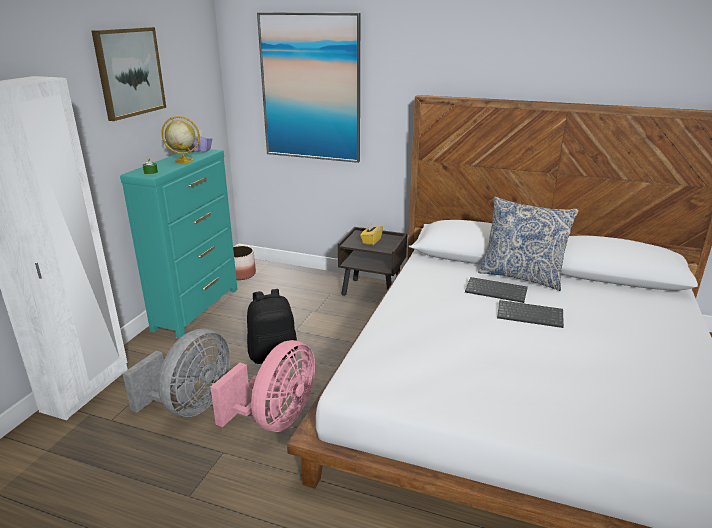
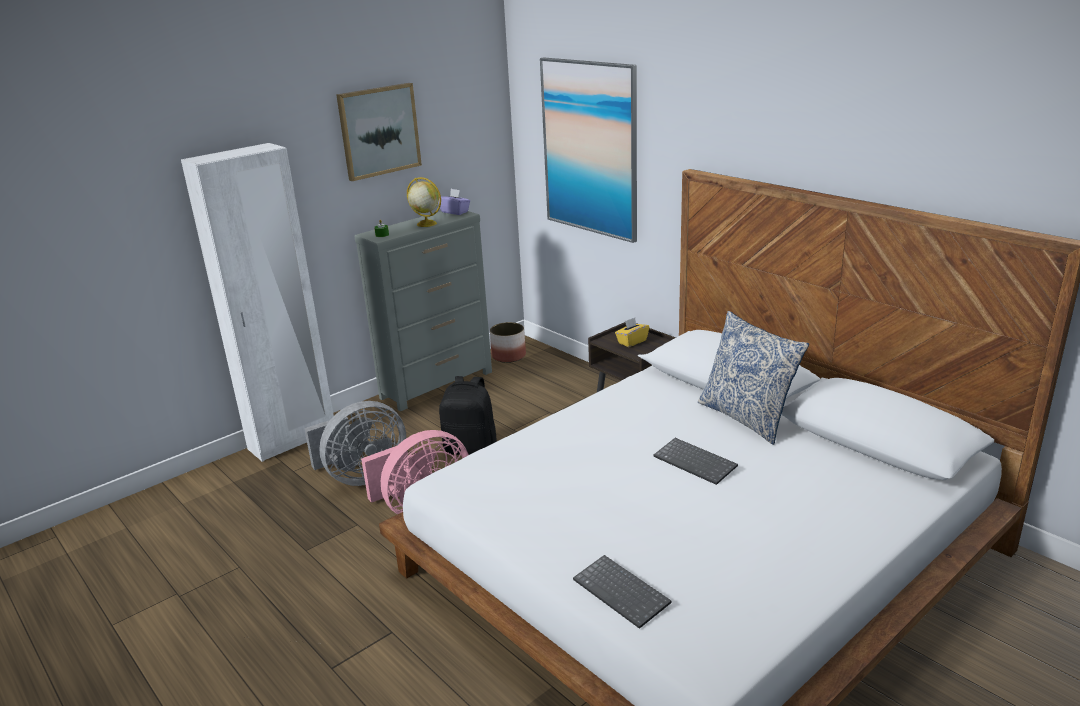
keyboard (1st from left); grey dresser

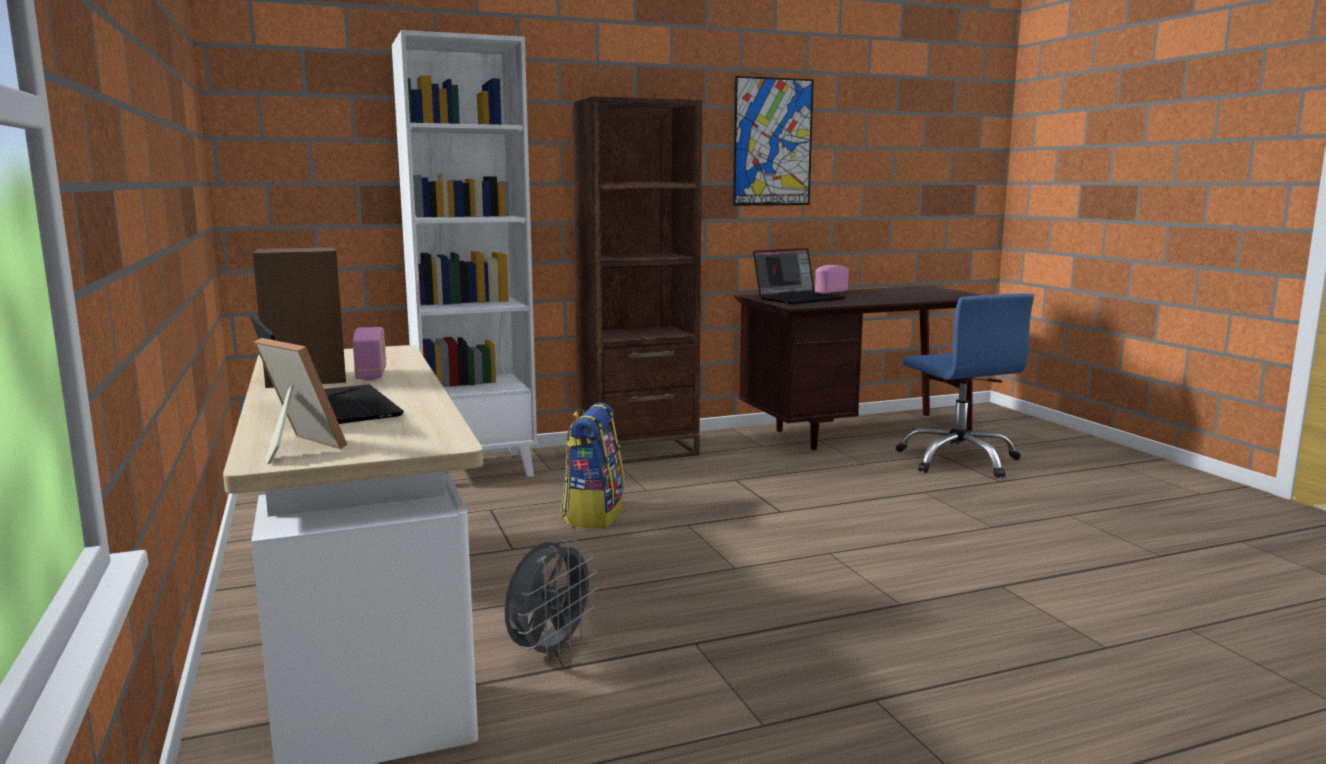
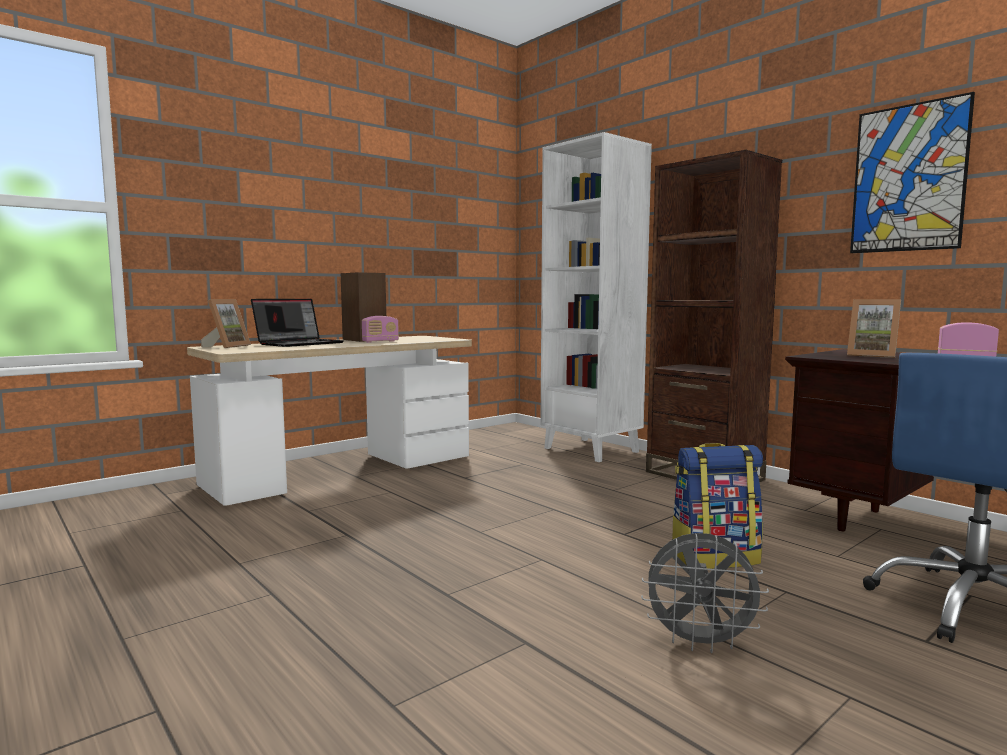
grey fan; backpack; picture frame (2nd from left)

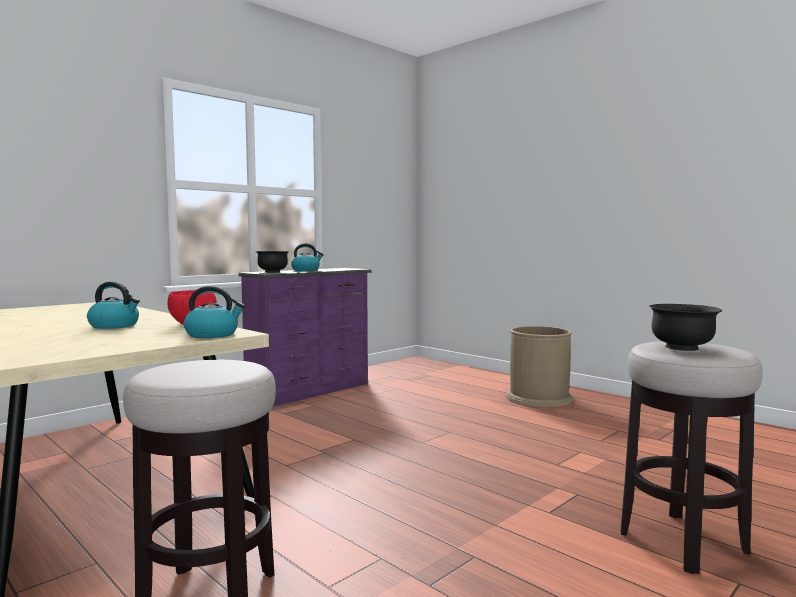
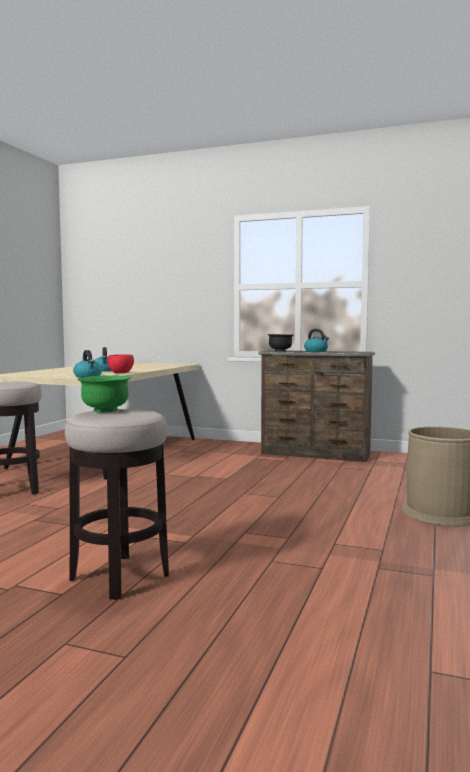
brown dresser; green bowl

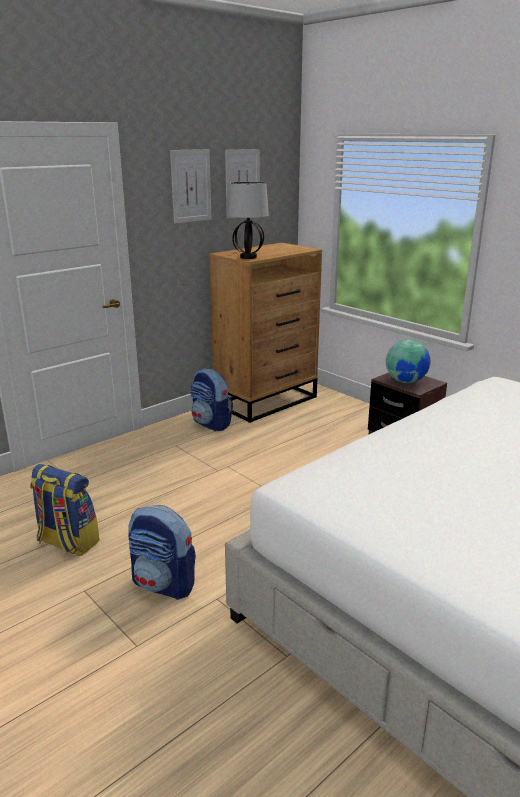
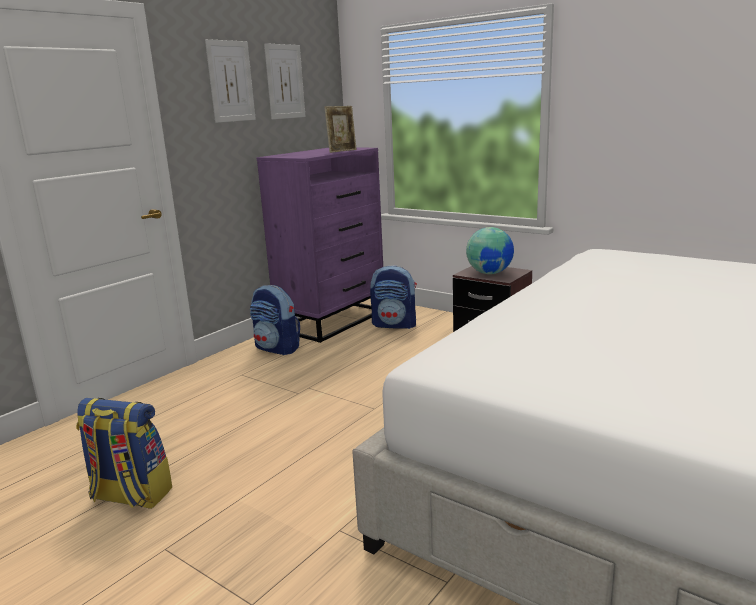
table lamp; picture frame; backpack (3rd from left); purple dresser

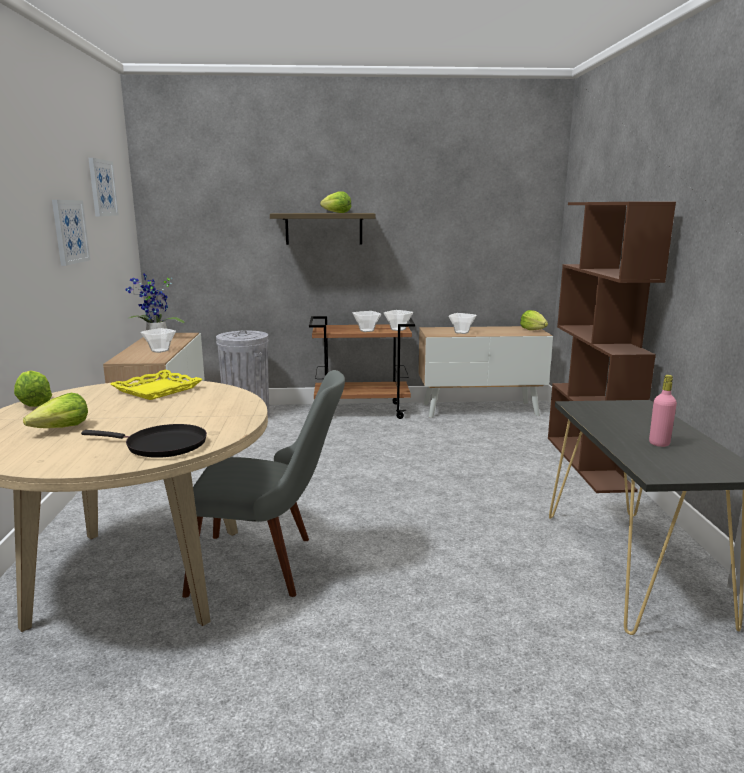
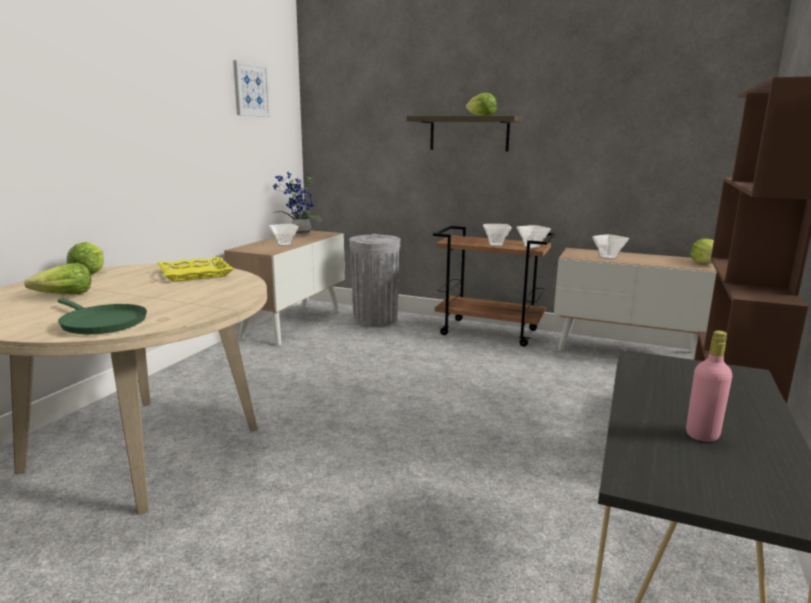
picture (1st from left in the first image); grey chair; green frying pan

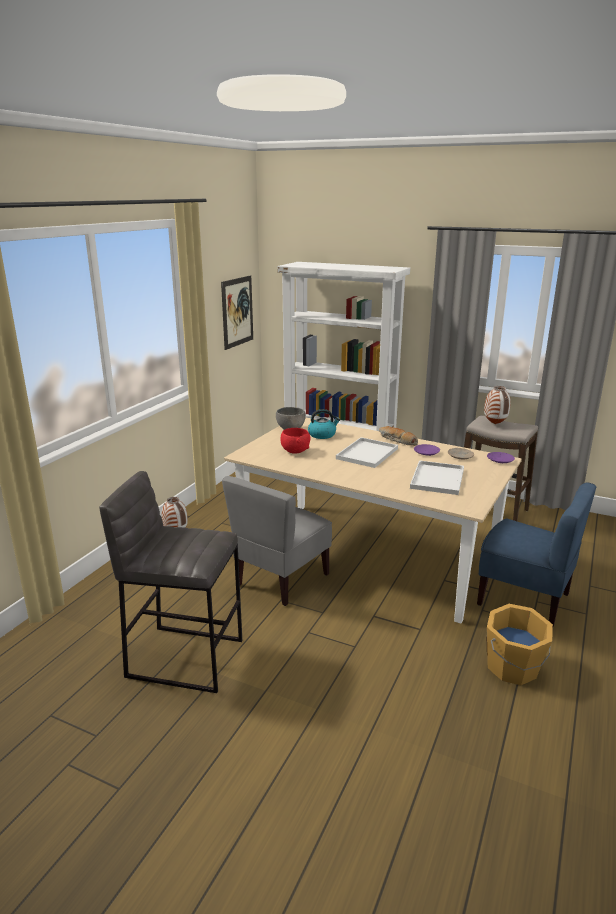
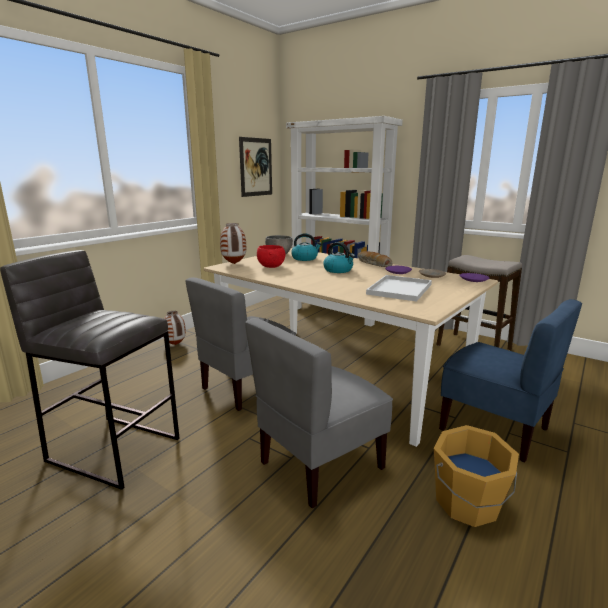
grey chair (2nd from left); vase (2nd from left); kettle (2nd from left)

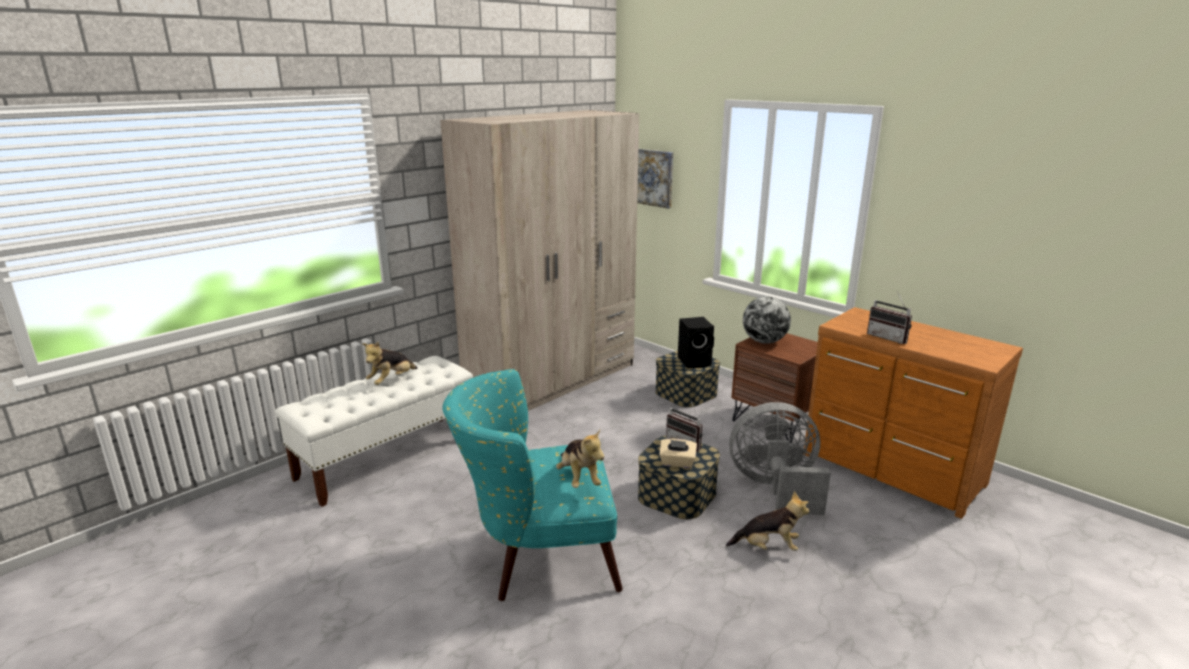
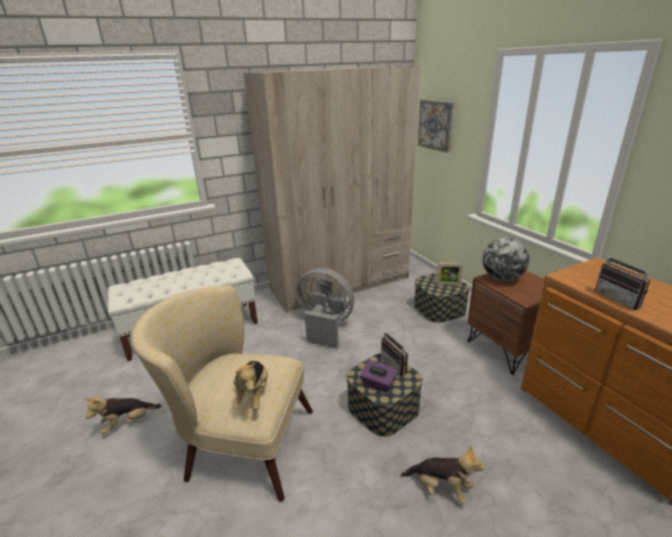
plush toy (1st from left); grey fan; picture frame; beige armchair; purple tissue box

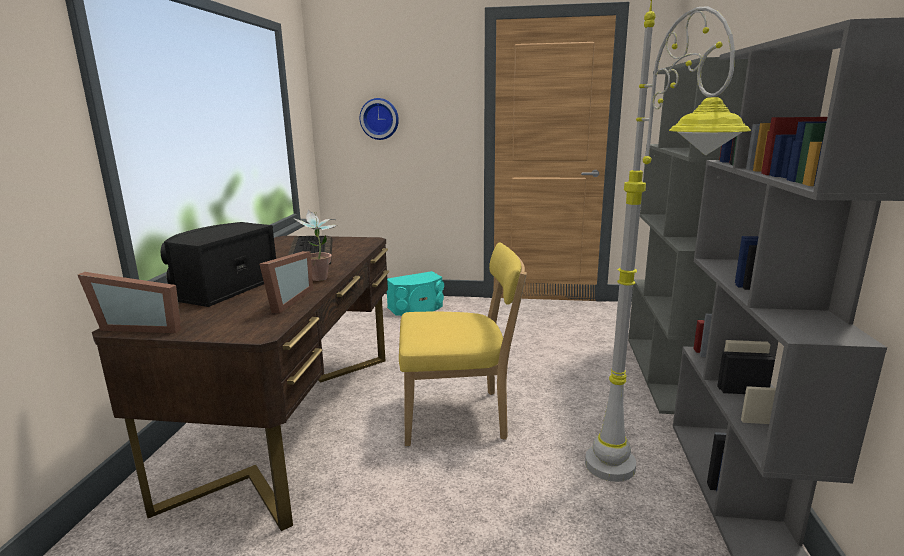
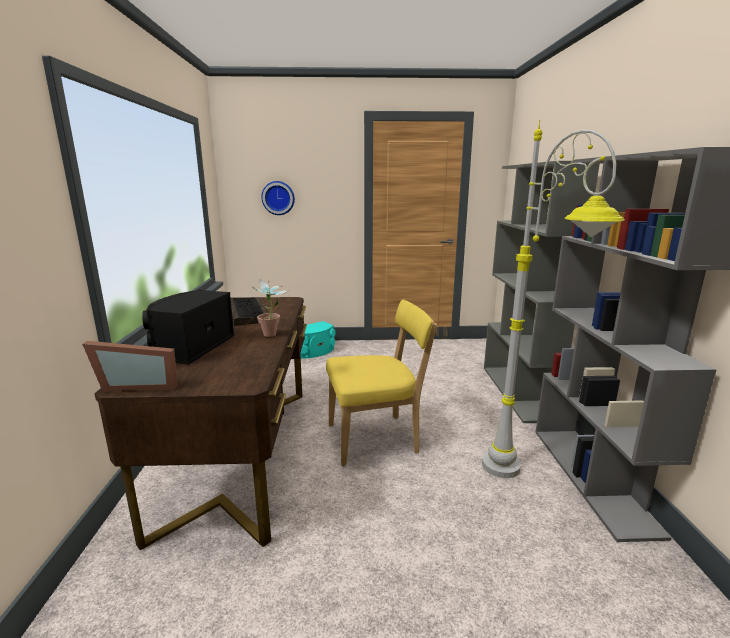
picture frame (2nd from left in the first image)

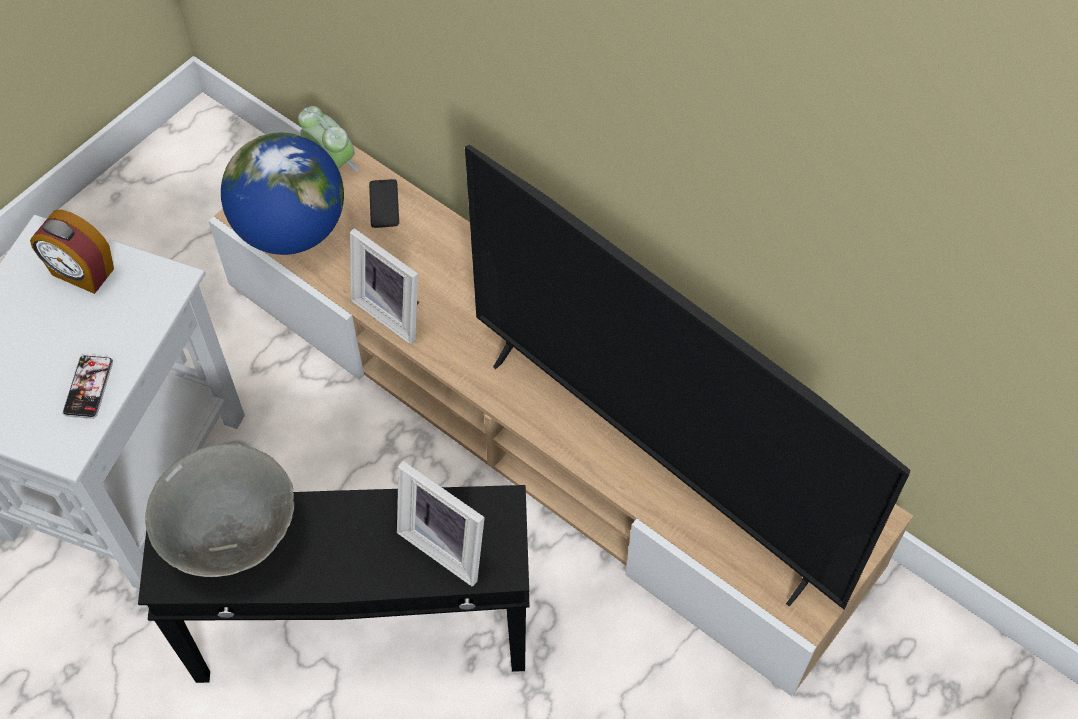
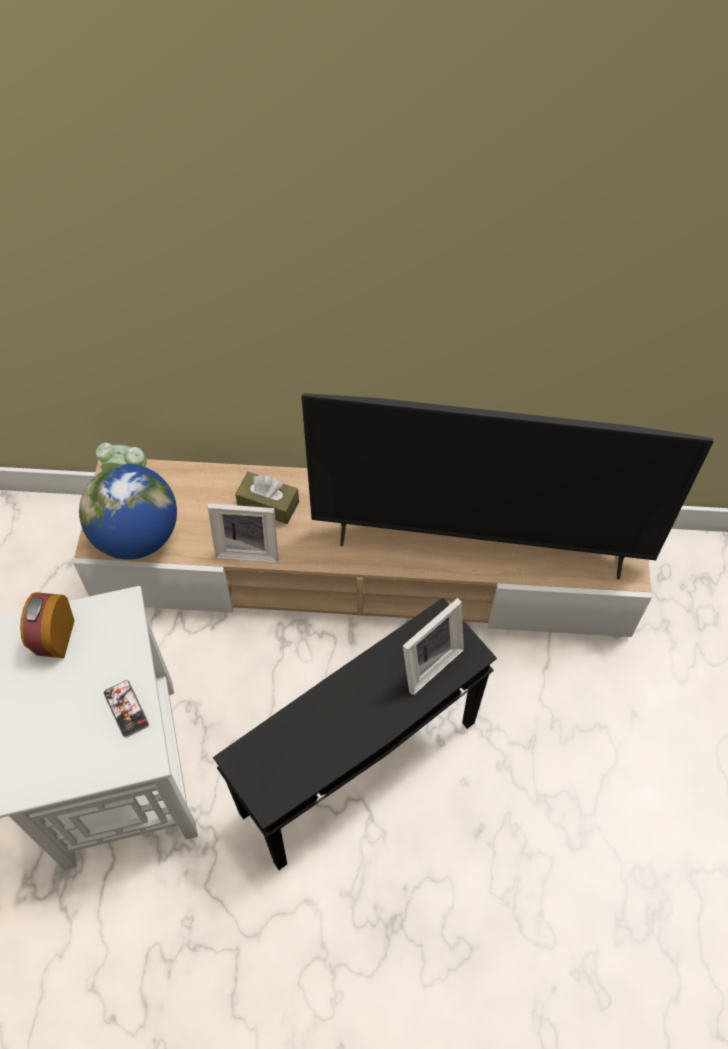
grey bowl; phone (2nd from left in the first image); brown tissue box; alarm clock (1st from left); picture frame (2nd from left)

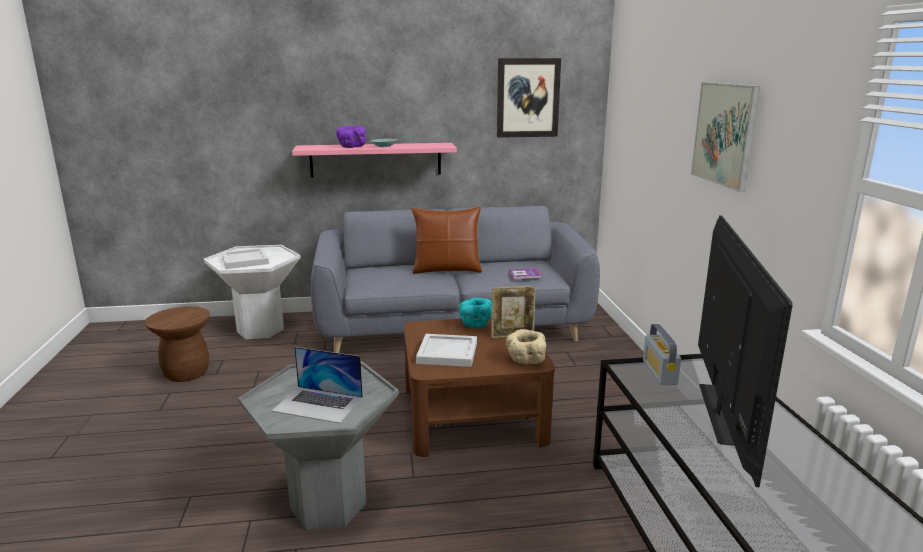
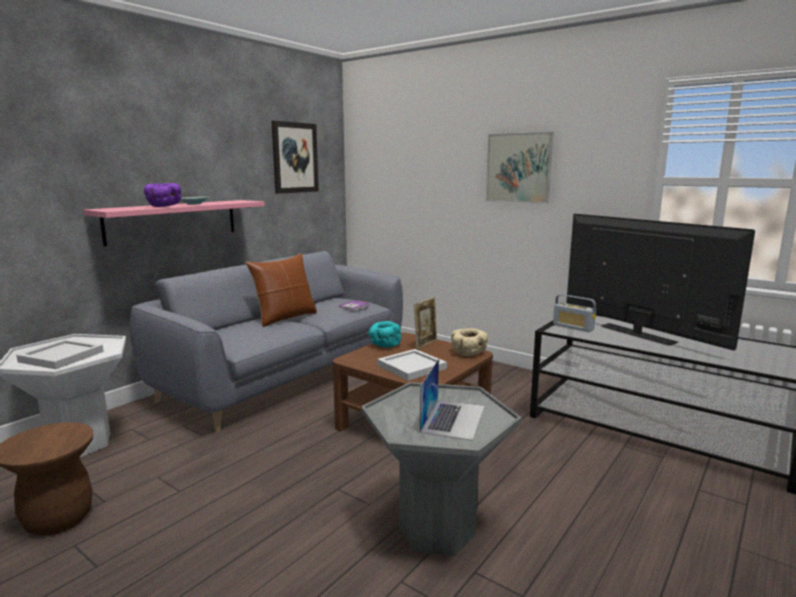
laptop

